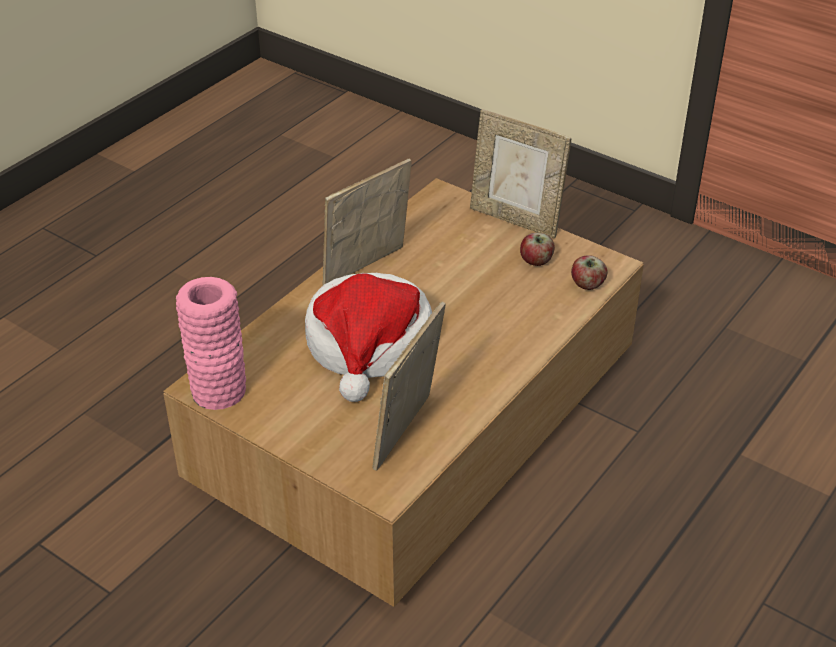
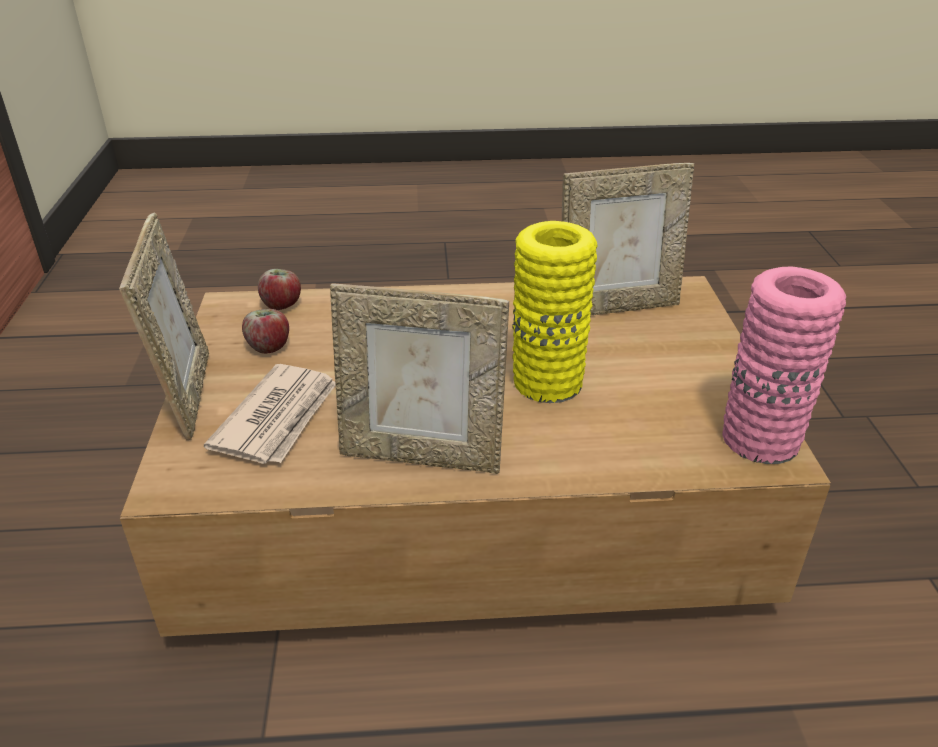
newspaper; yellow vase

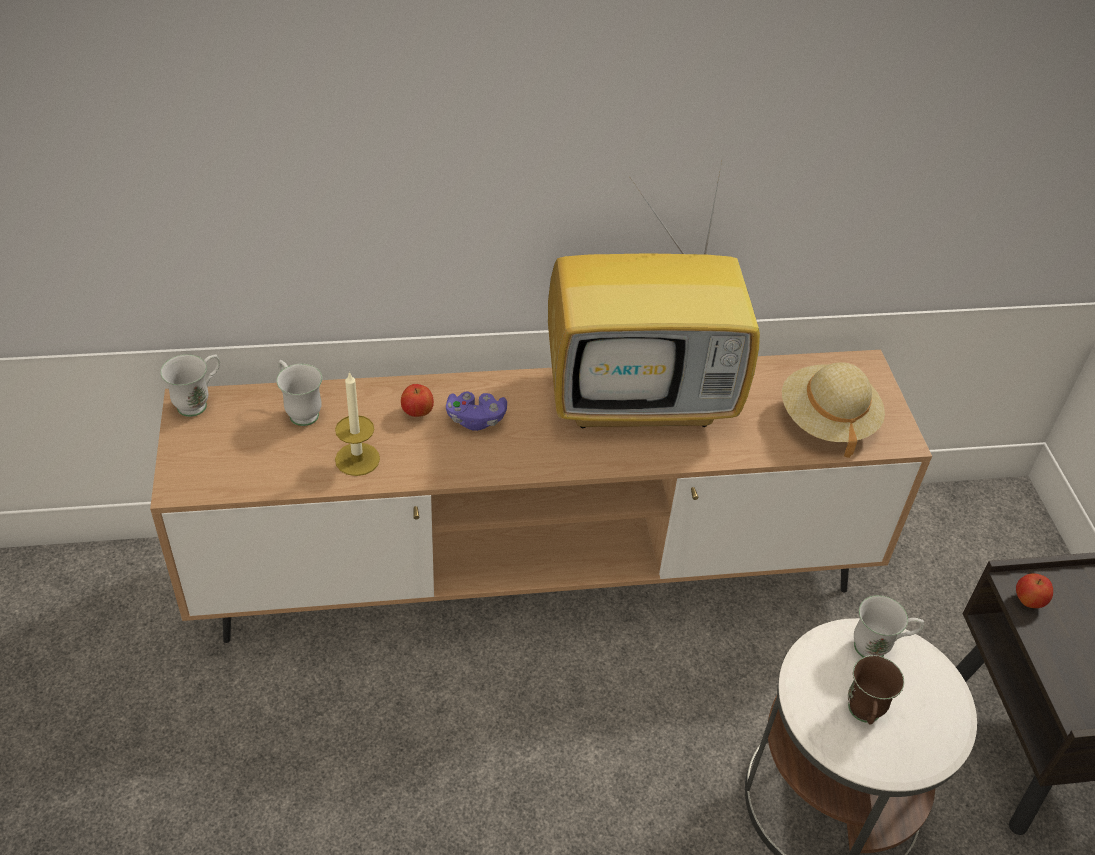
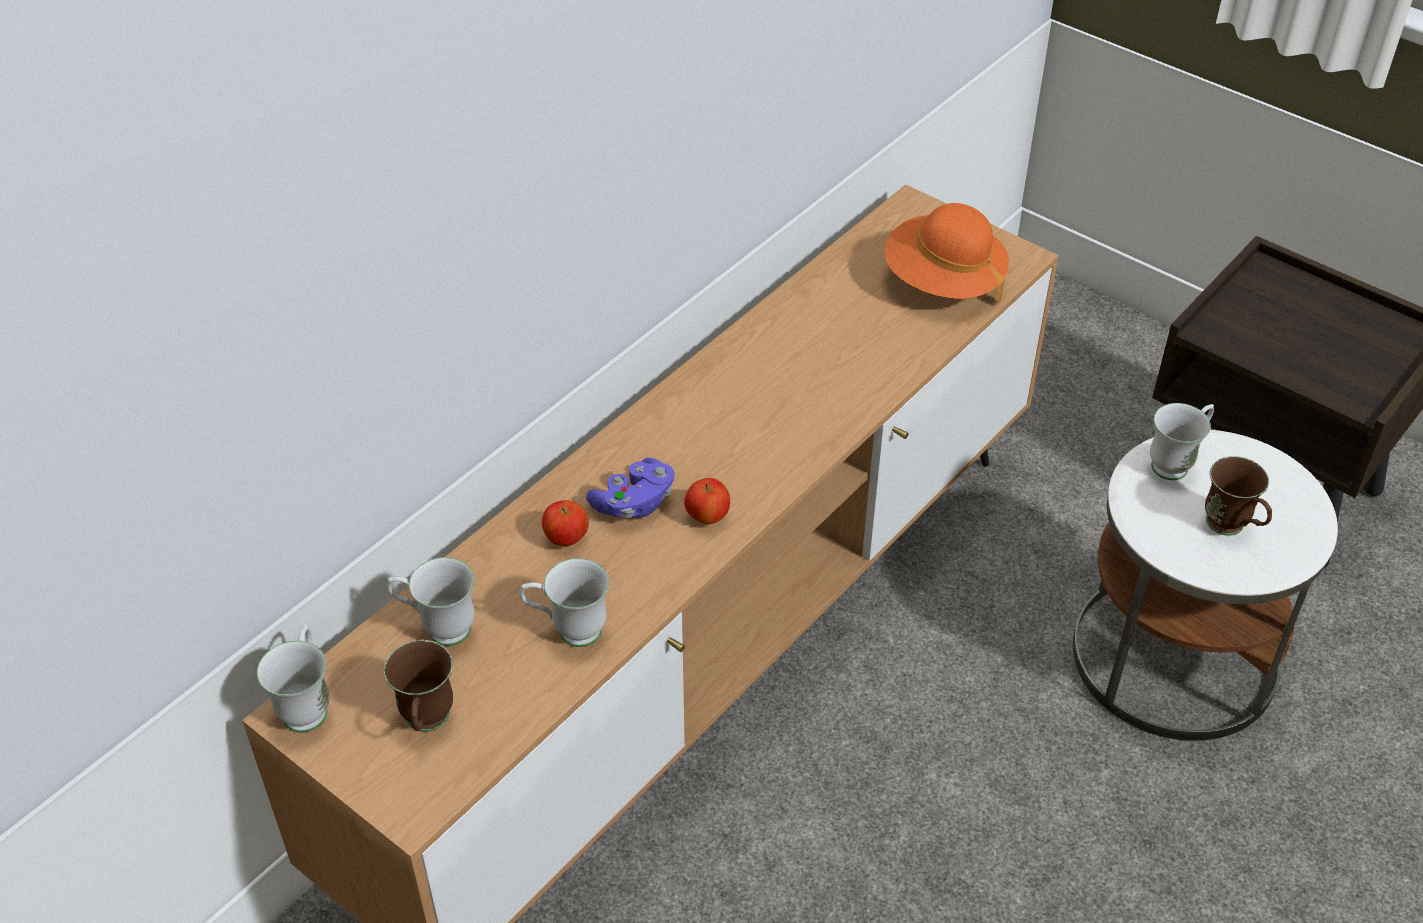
television; brown mug (1st from left); apple (2nd from left); white mug (3rd from left); orange hat

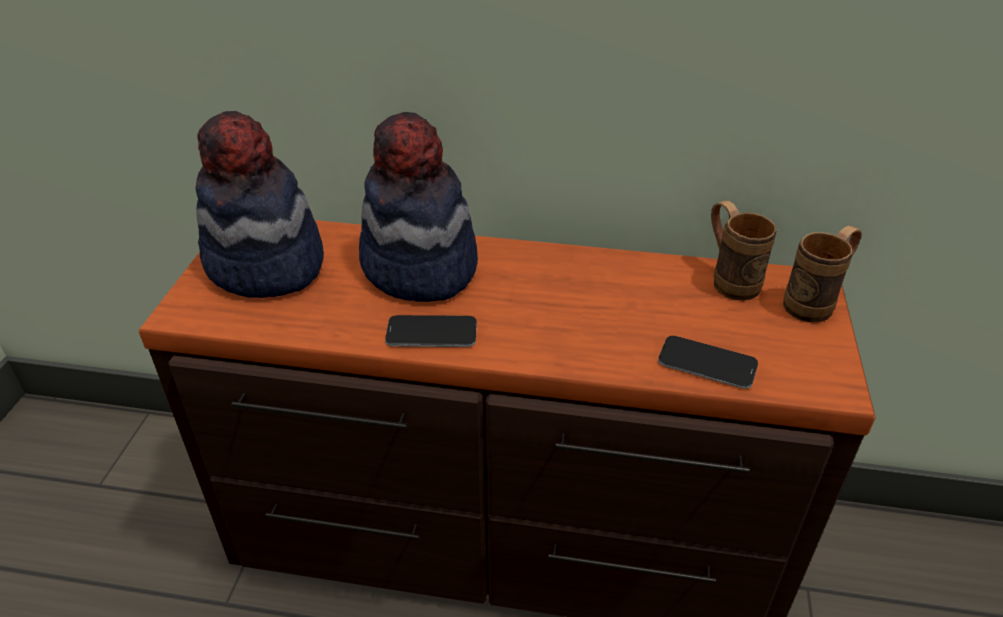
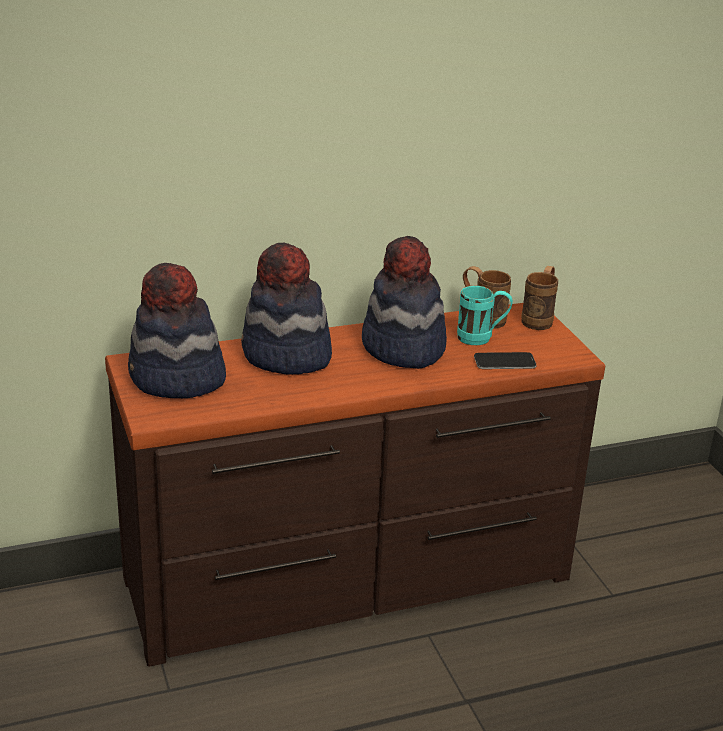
phone (1st from left in the first image); hat (3rd from left); turquoise mug

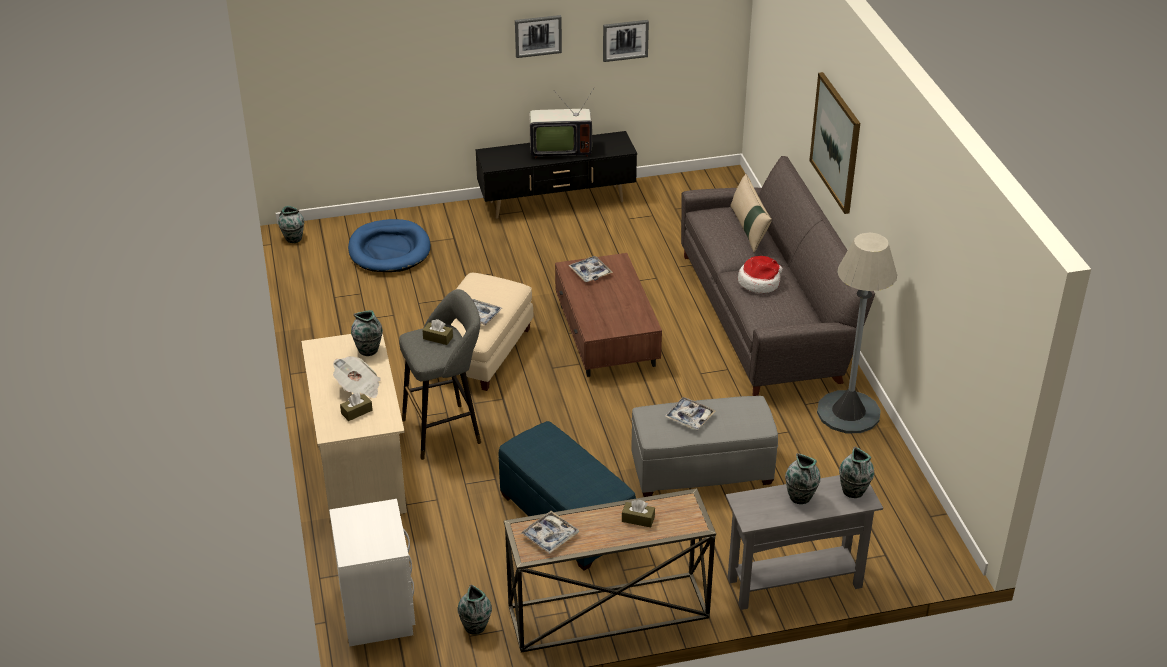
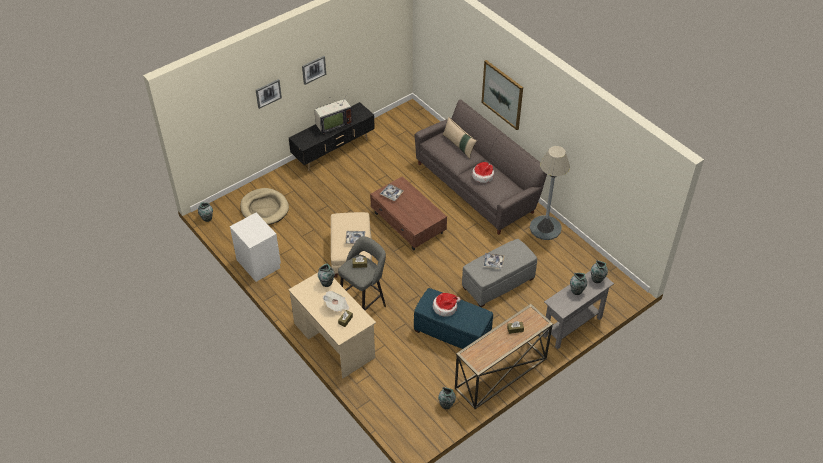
tray (2nd from left in the first image); hat (1st from left); white nightstand; picture (1st from left); beige dog bed

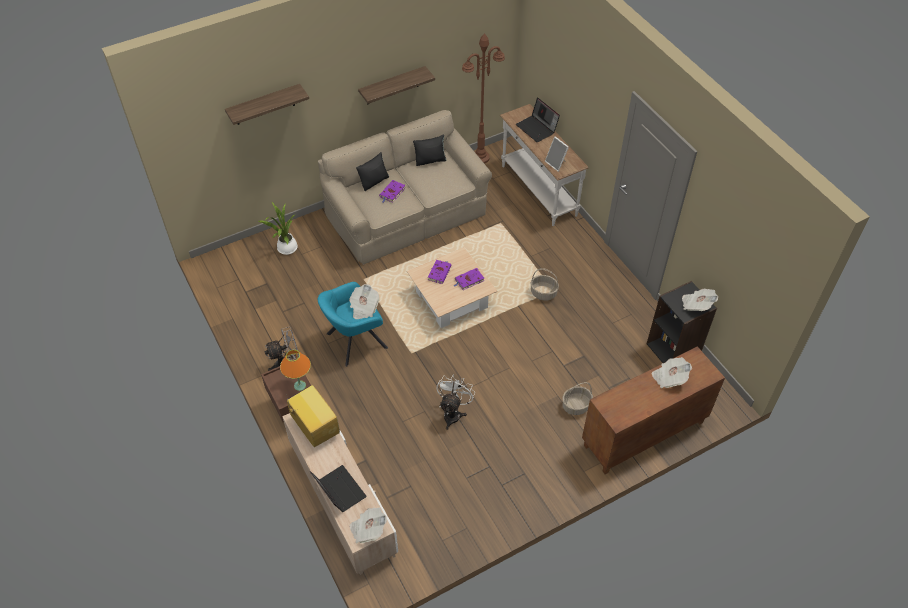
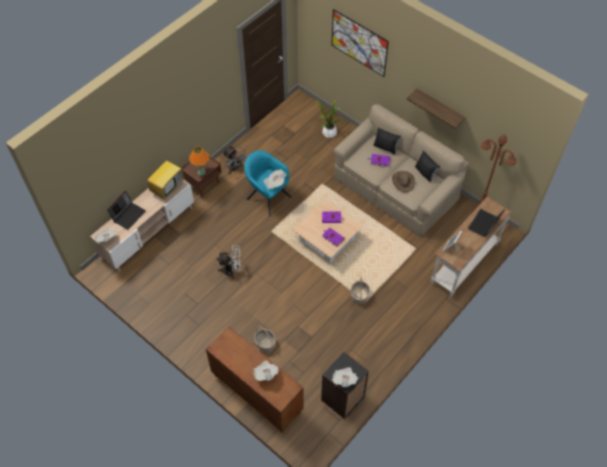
brown hat; picture

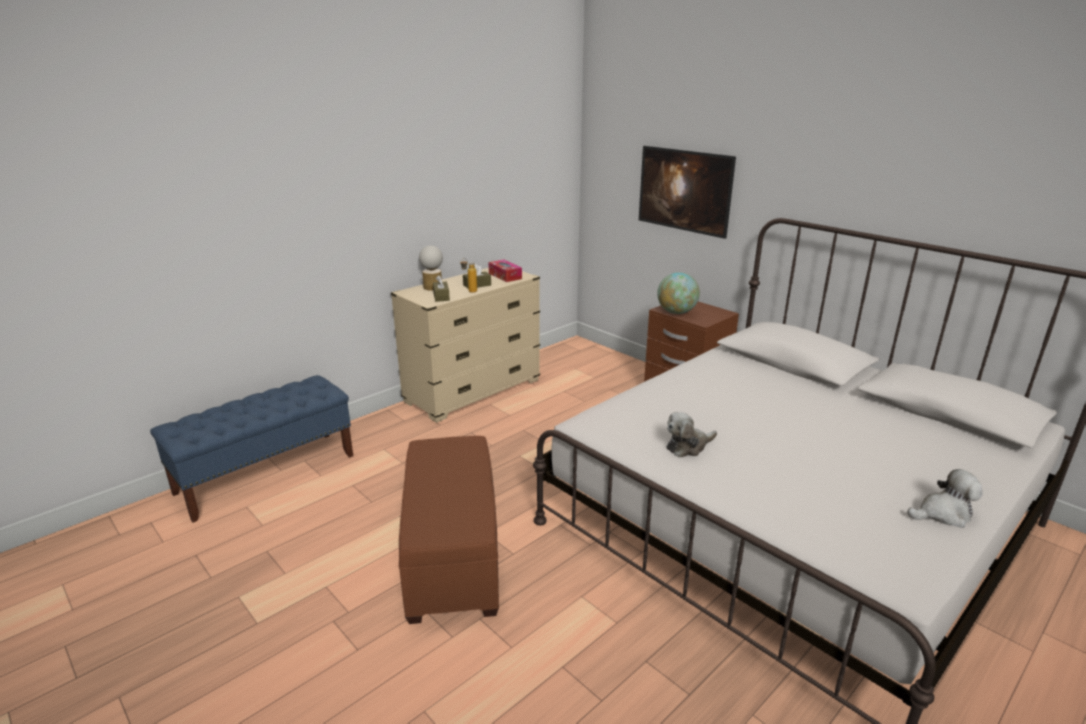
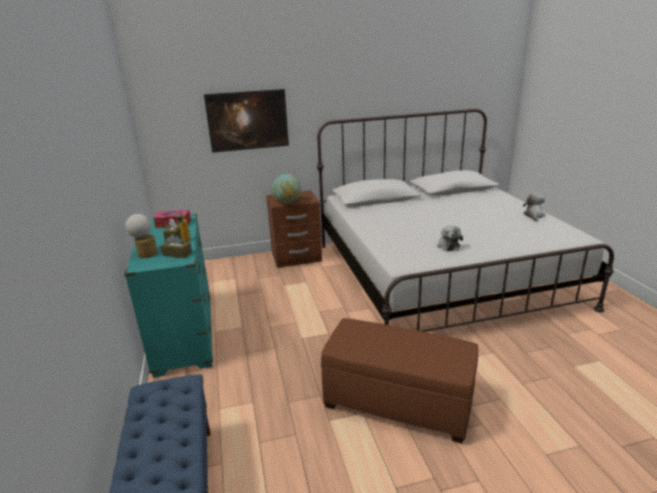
turquoise dresser

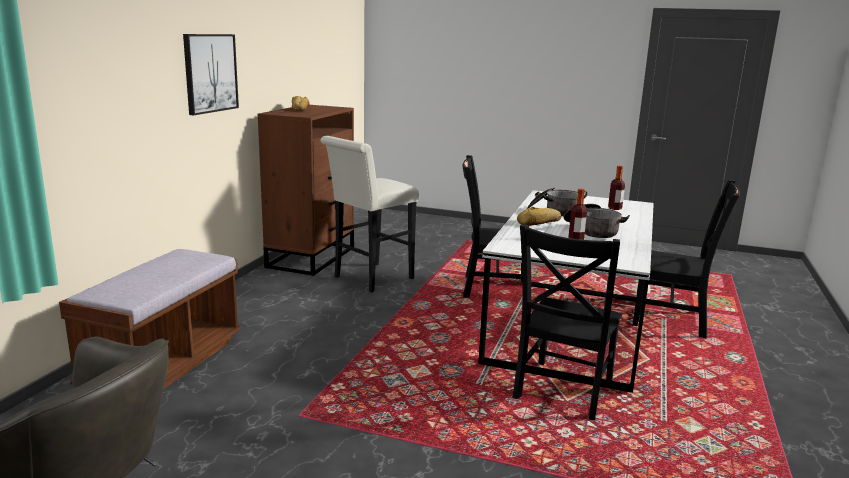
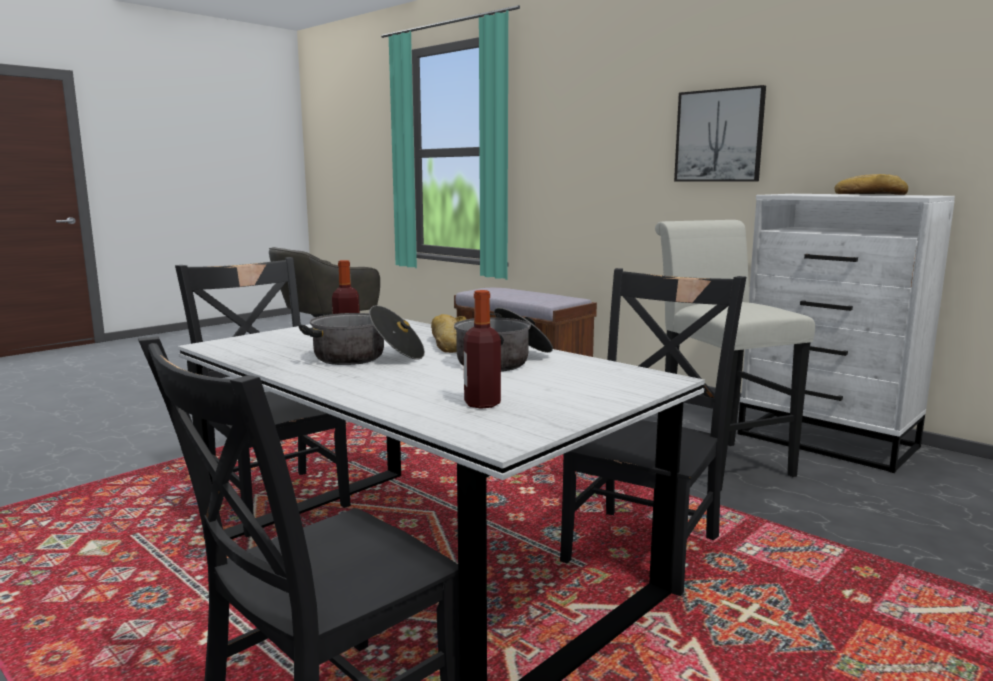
white dresser

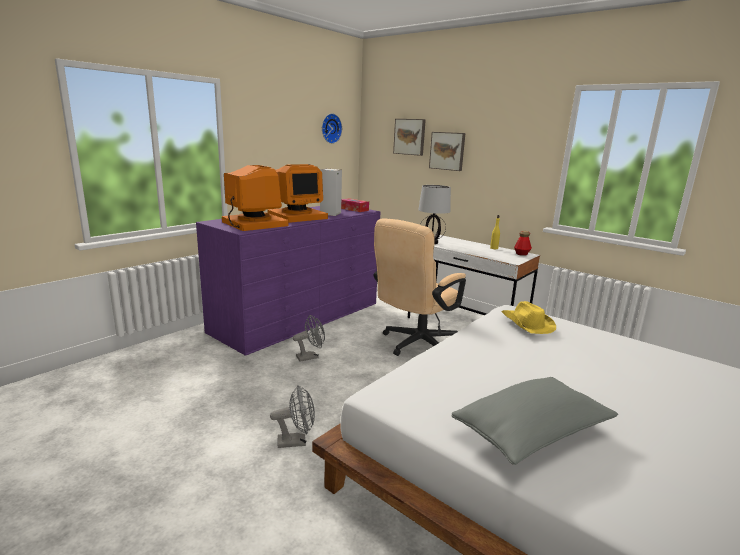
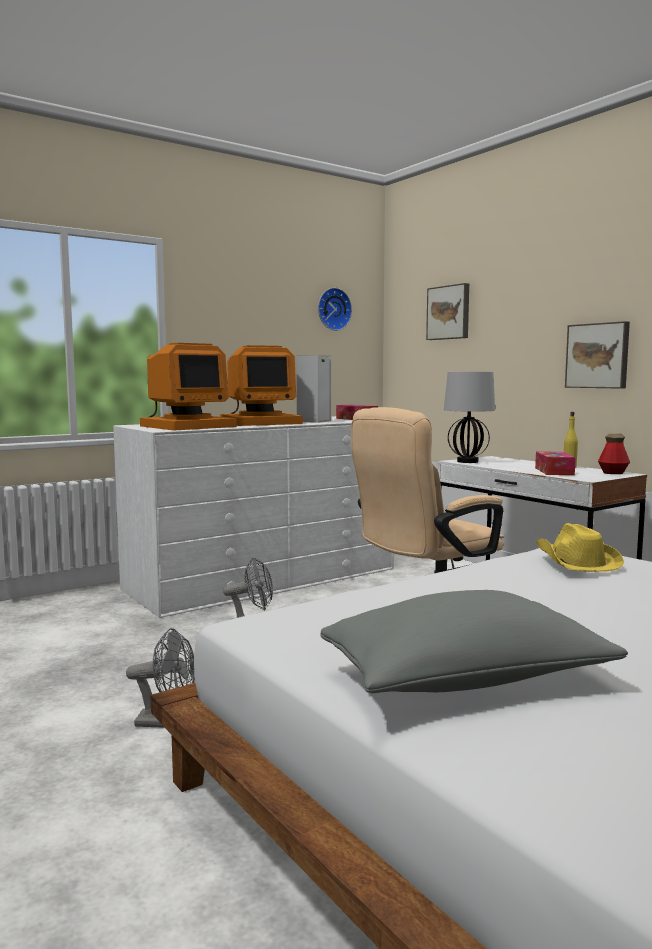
tissue box (2nd from left); picture (2nd from left); white dresser; monitor (1st from left)

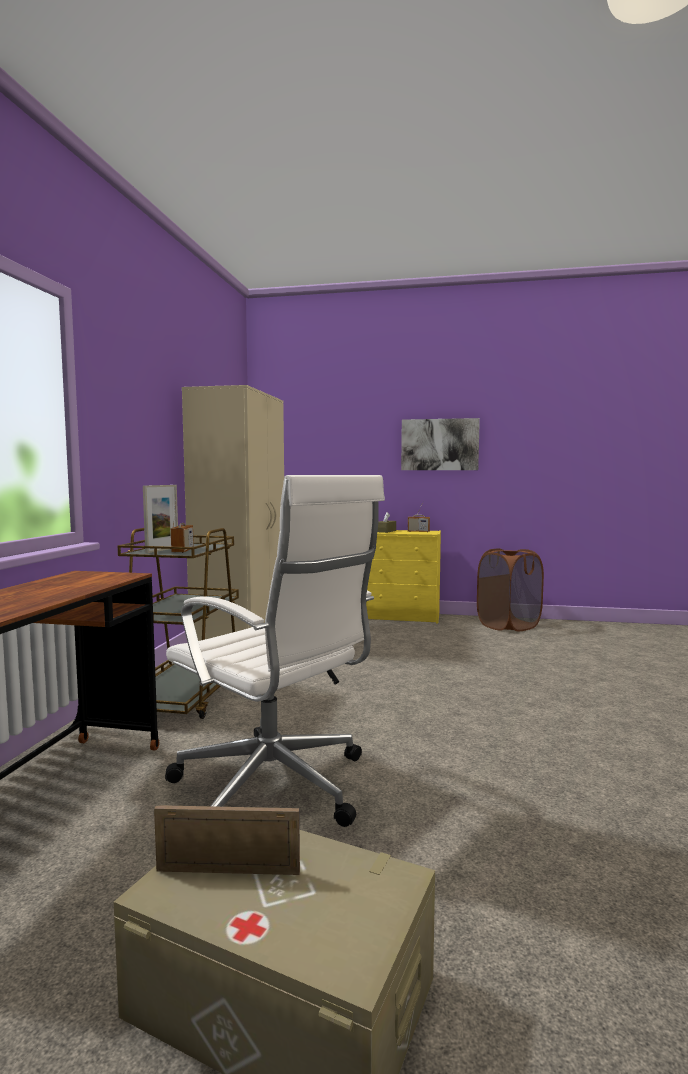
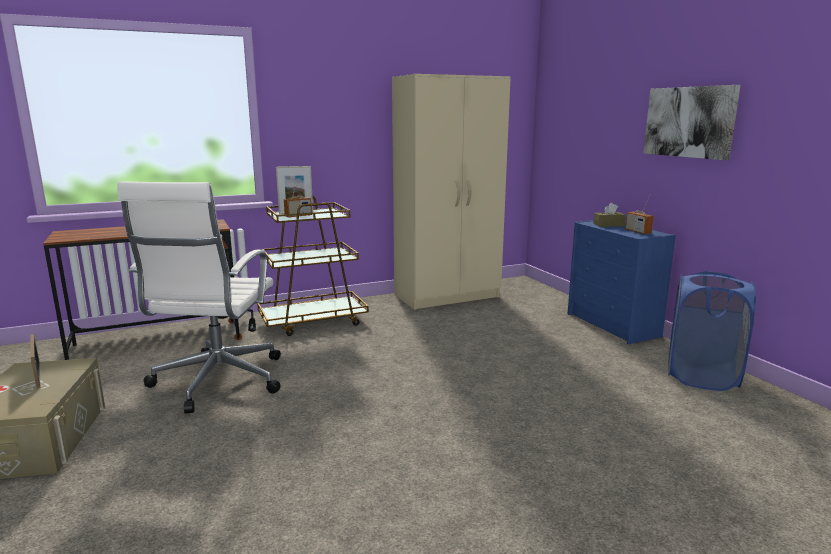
blue dresser; blue laundry basket

